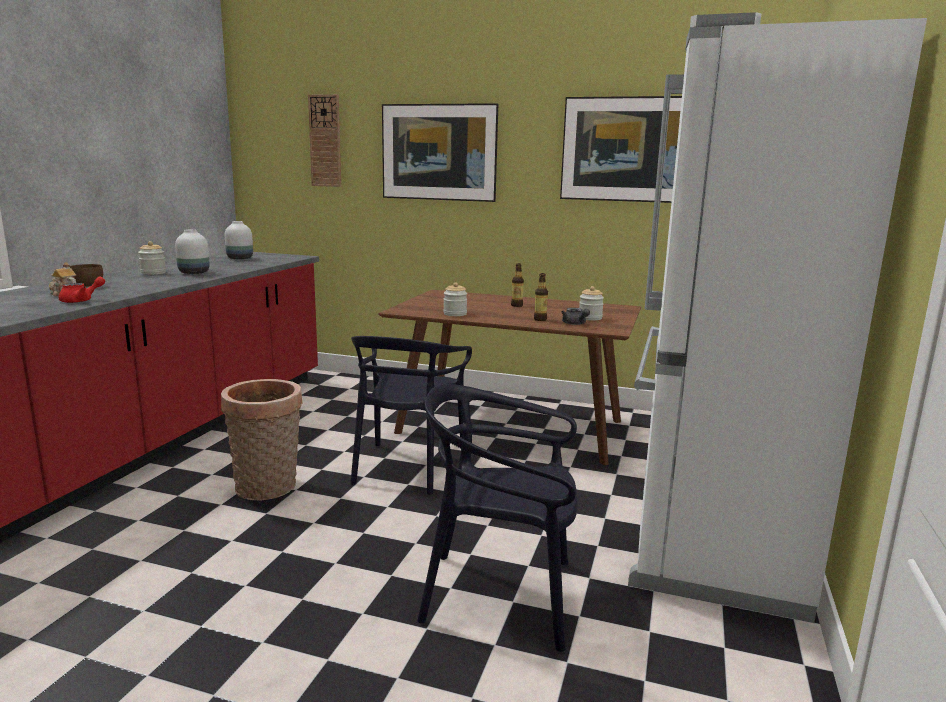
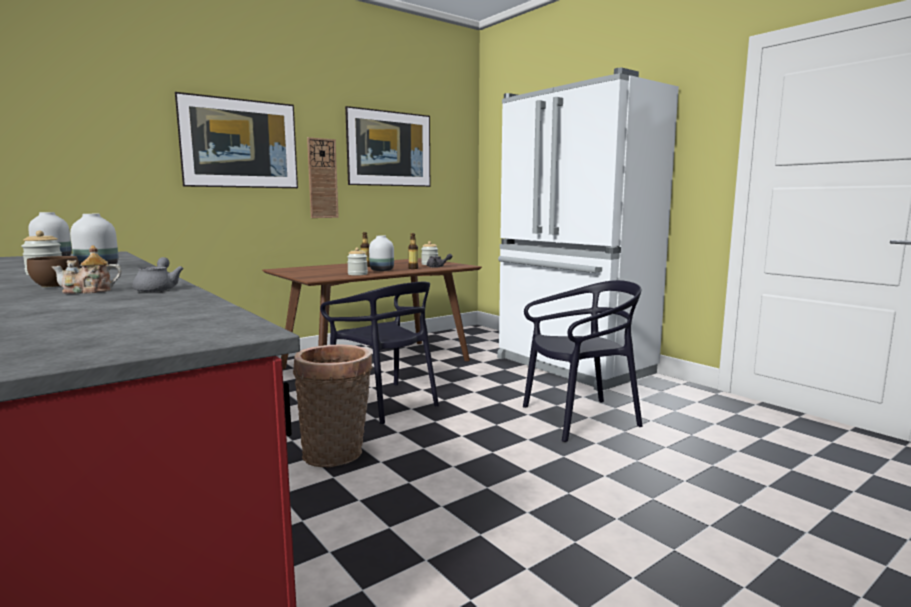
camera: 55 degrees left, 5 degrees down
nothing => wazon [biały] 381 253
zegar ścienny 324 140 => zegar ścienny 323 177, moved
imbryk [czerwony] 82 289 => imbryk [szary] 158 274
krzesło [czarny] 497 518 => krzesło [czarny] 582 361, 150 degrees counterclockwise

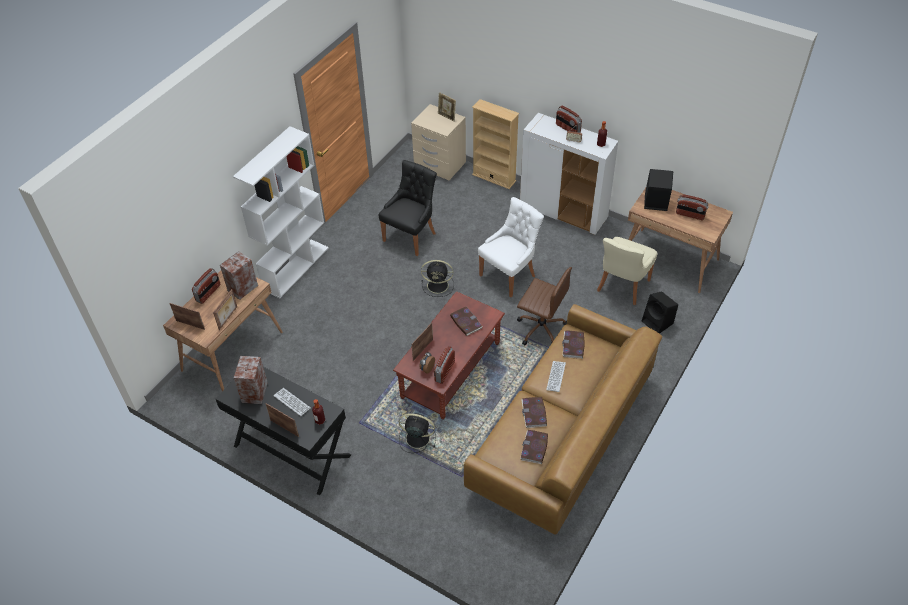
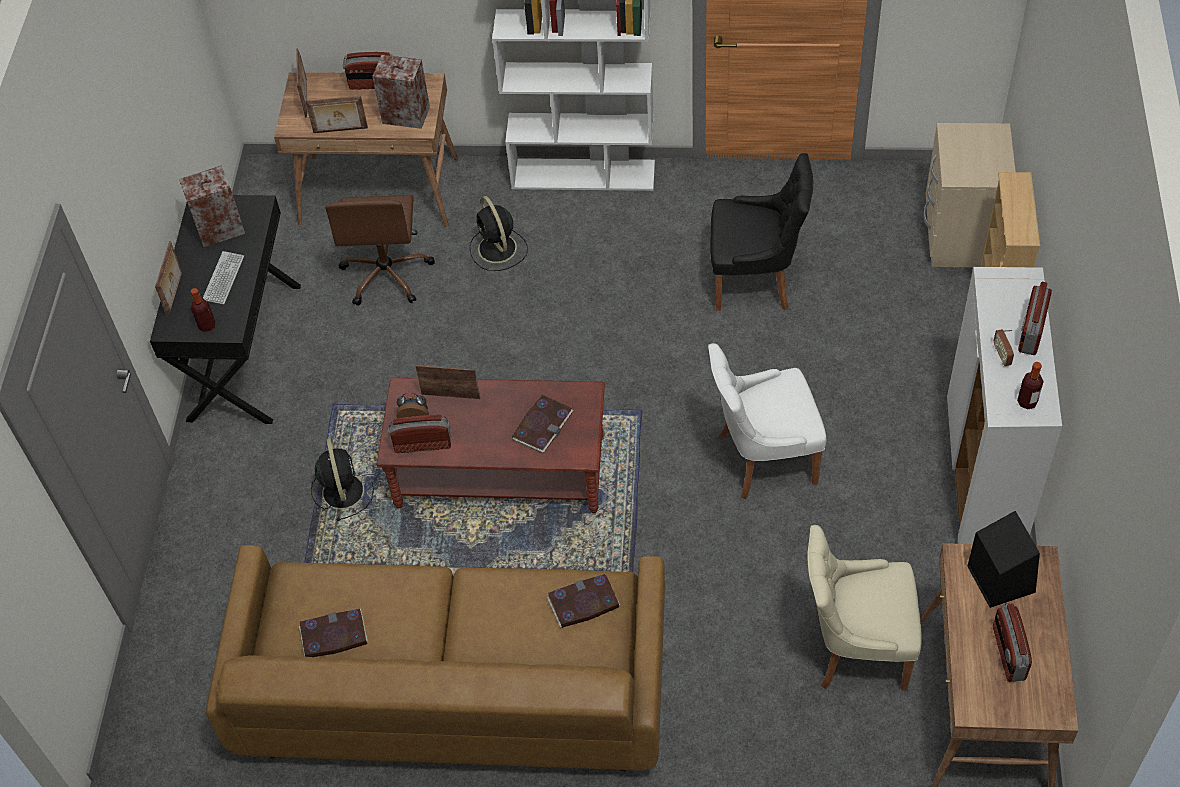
camera: 65 degrees right, 5 degrees up
ramka na zdjęcie 447 107 => nothing
książka 534 412 => nothing
klawiatura 556 376 => nothing
głośnik [czarny] 660 312 => nothing
wentylator [czarny] 437 278 => wentylator [czarny] 499 233, moved
krzesło biurowe [brązowy] 544 306 => krzesło biurowe [brązowy] 380 250, moved
krzesło [biały] 511 247 => krzesło [biały] 767 421, 150 degrees clockwise

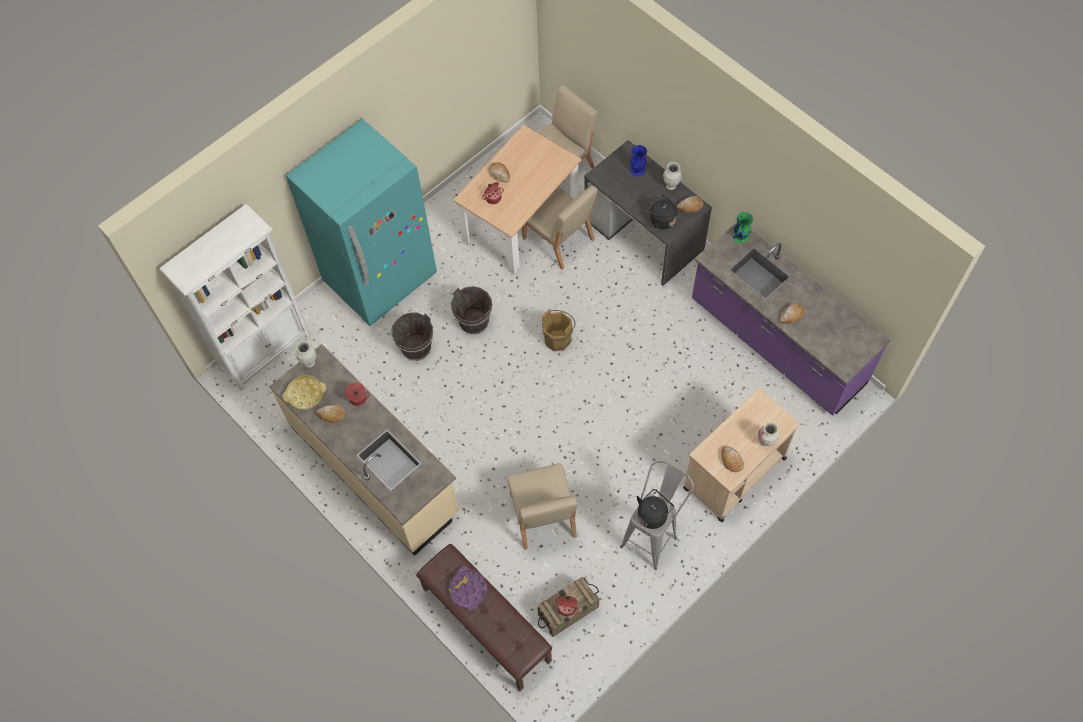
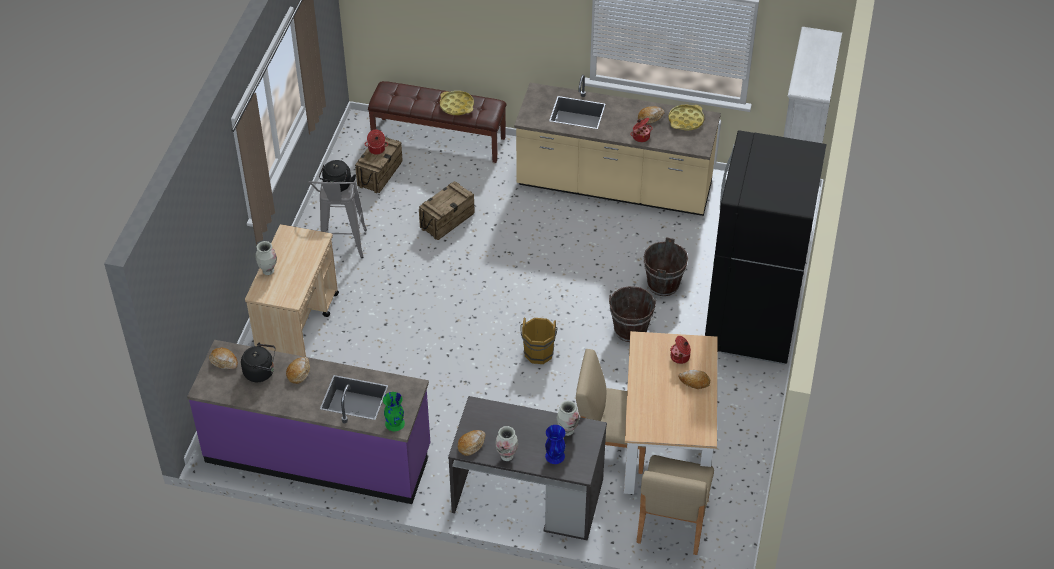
camera: 145 degrees right, 15 degrees down
wazon 306 354 => wazon 568 418, moved
czajnik [czarny] 661 211 => czajnik [czarny] 258 362, moved
chleb 732 459 => chleb 223 358, moved
krzesło [beżowy] 542 506 => skrzynka 447 210
lodówka [turkusowy] 361 222 => lodówka [czarny] 766 247
taca [fioletowy] 468 589 => taca [żółty] 457 103

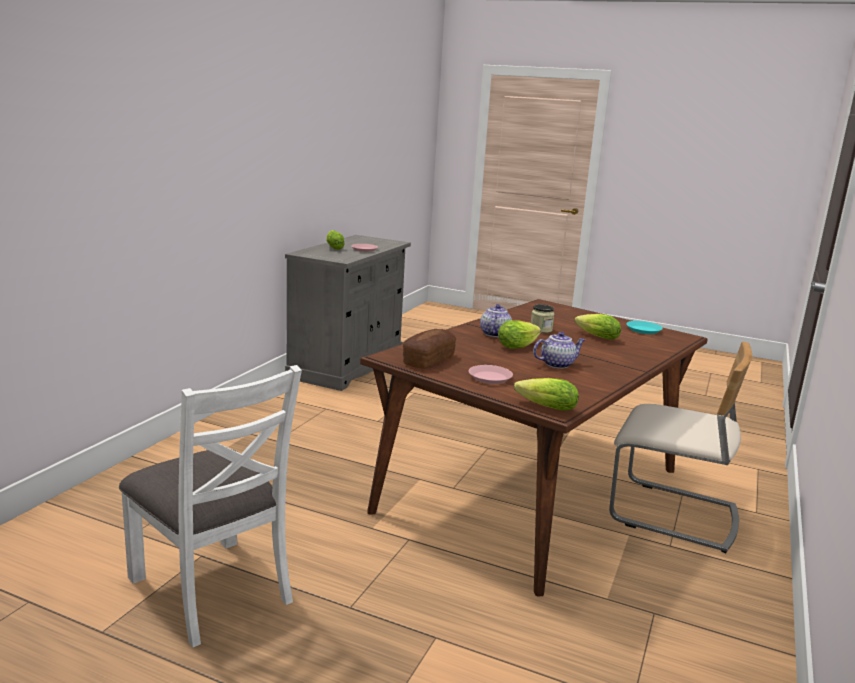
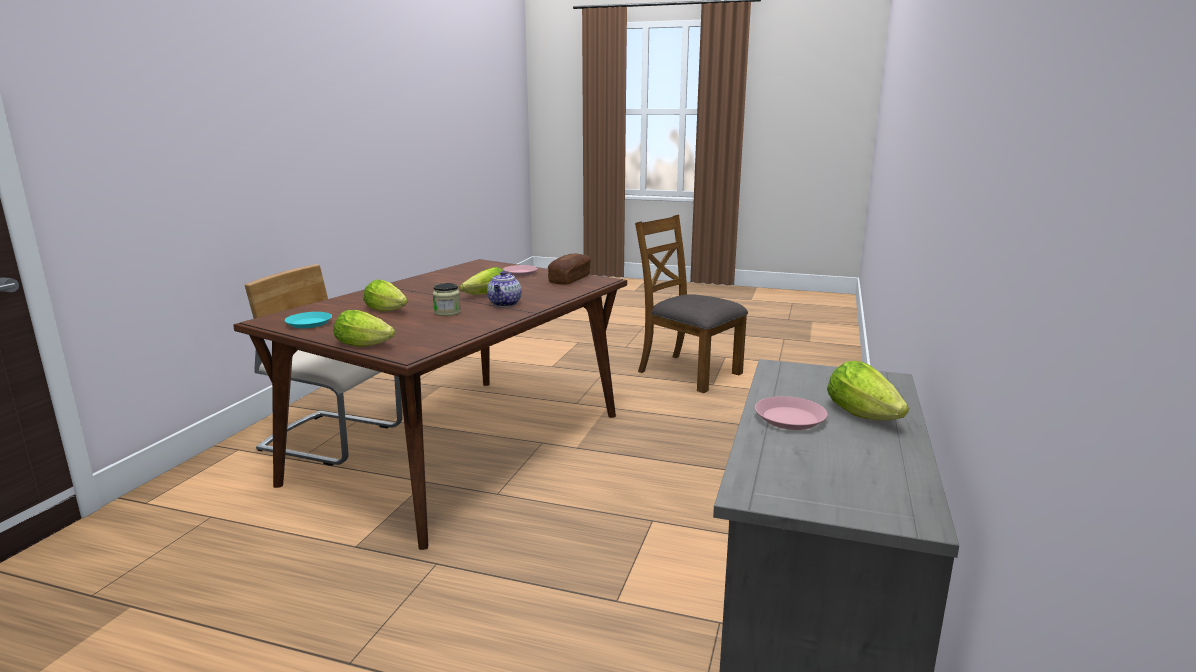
camera: 175 degrees right, 0 degrees up
imbryk 559 350 => nothing
sałata 546 394 => sałata 364 328, moved
krzesło [biały] 210 506 => krzesło [brązowy] 691 303

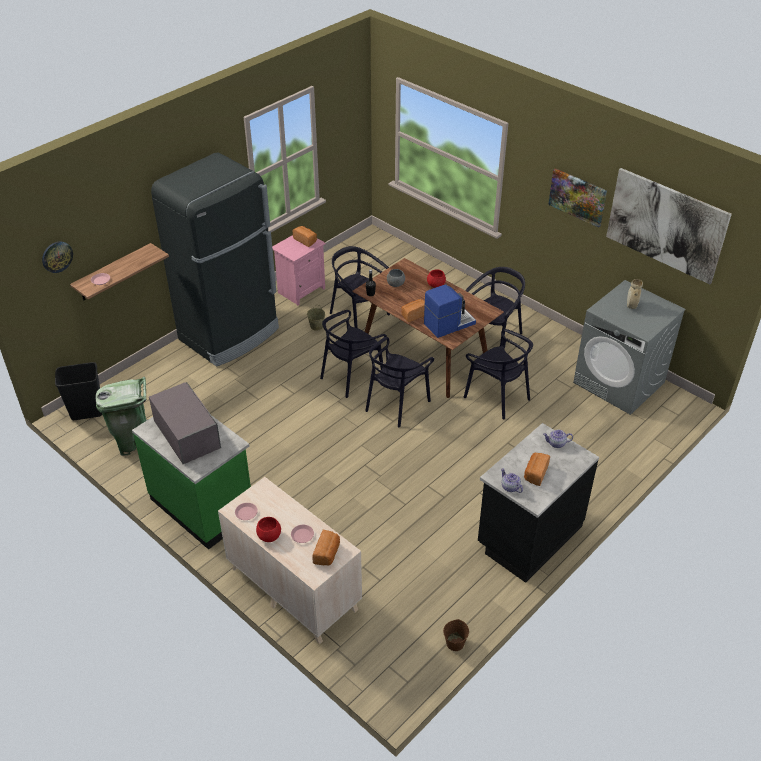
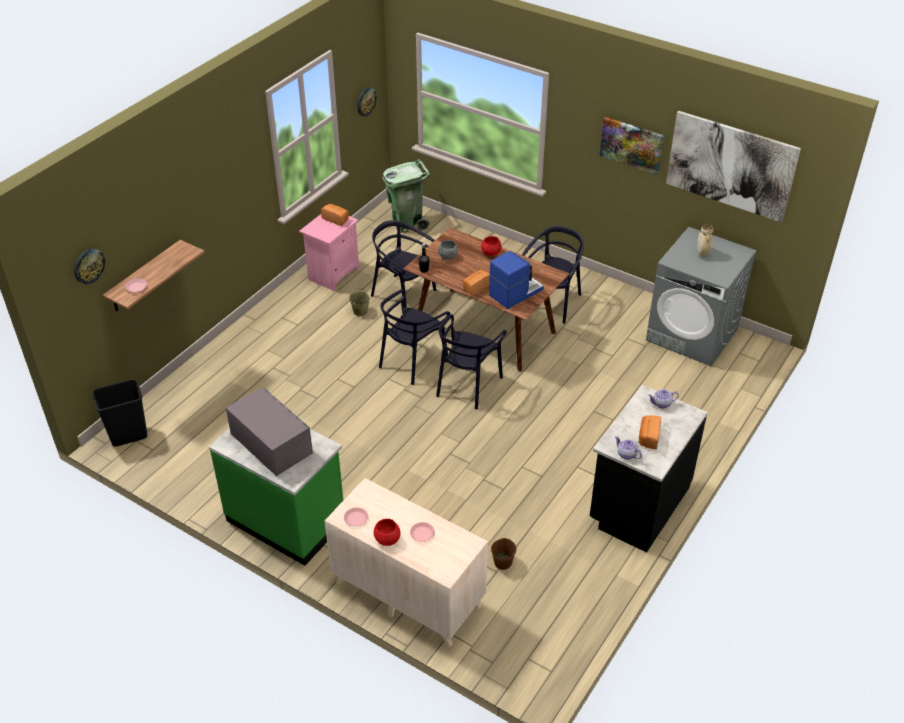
camera: 10 degrees left, 0 degrees up
lodówka [czarny] 215 259 => nothing
chleb 326 548 => nothing
krzesło [czarny] 498 374 => nothing
nothing => zegar ścienny 366 102
kosz na śmieci [zielony] 121 416 => kosz na śmieci [zielony] 406 196, moved
wiadro [brązowy] 456 635 => wiadro [brązowy] 504 554, moved

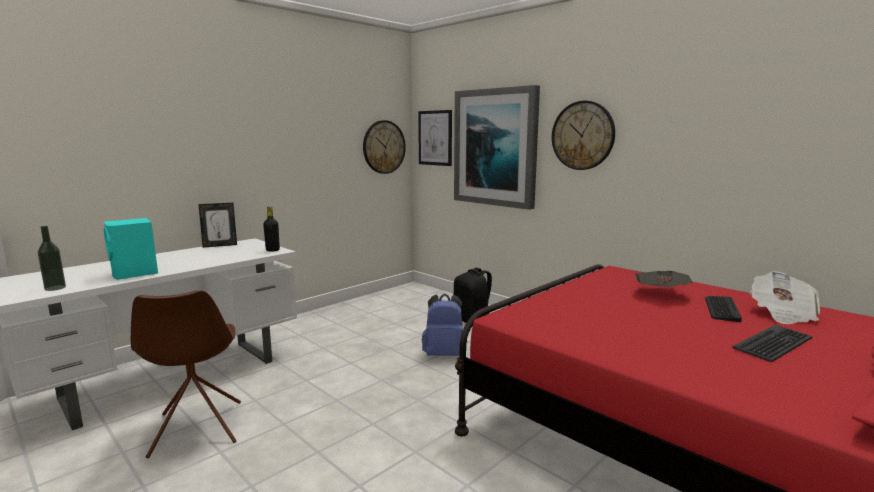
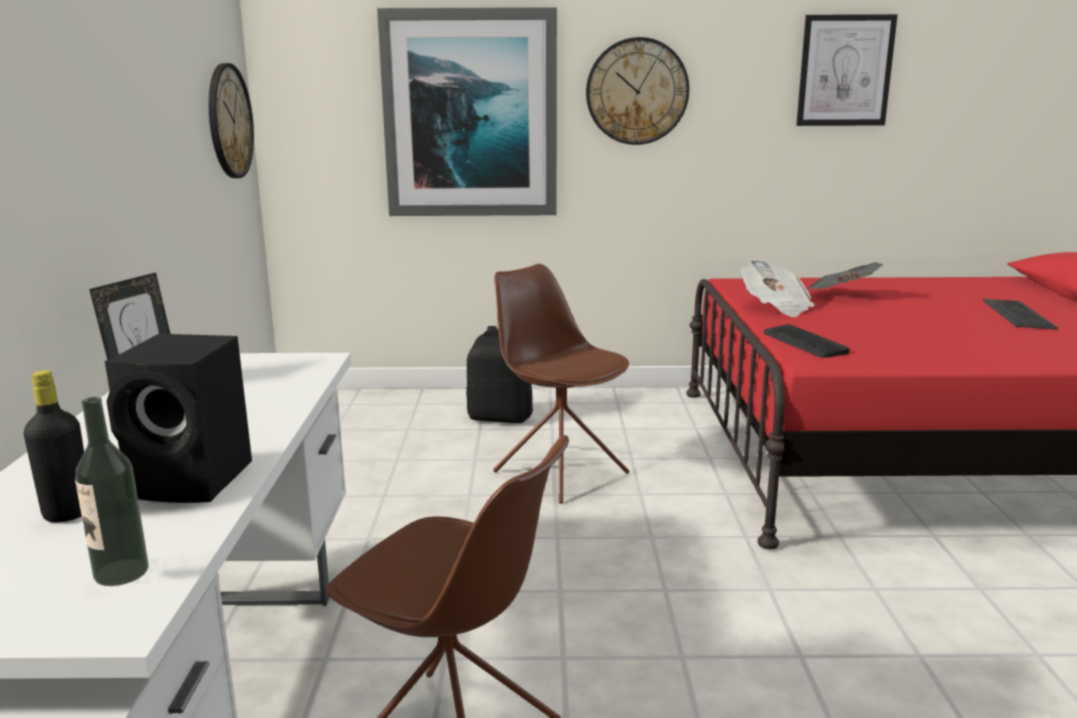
camera: 45 degrees left, 5 degrees up
butelka [czarny] 271 229 => butelka [czarny] 54 446, moved
obraz 435 138 => obraz 847 70, moved
klawiatura 723 309 => klawiatura 807 341, moved
gazeta 785 297 => gazeta 777 288, moved
plecak [niebieski] 444 325 => krzesło [brązowy] 561 384
głośnik [turkusowy] 131 249 => głośnik [czarny] 178 418

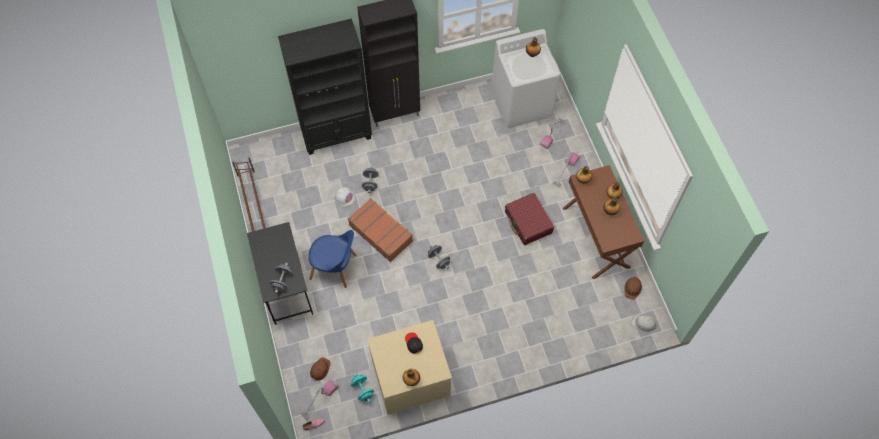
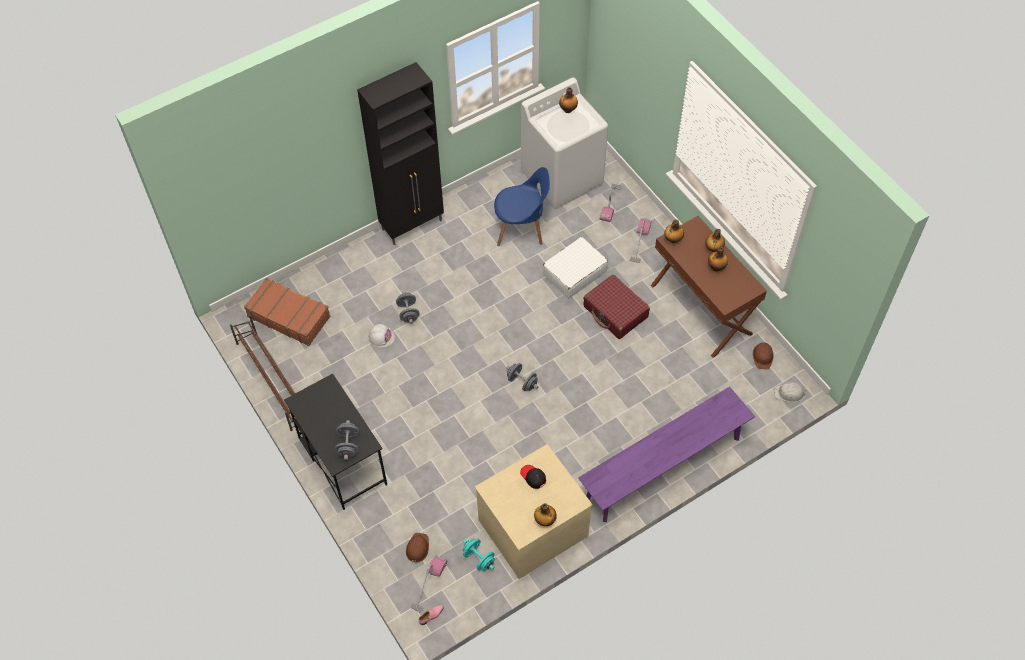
camera: 15 degrees left, 5 degrees down
regał [czarny] 325 87 => nothing
nothing => walizka [biały] 575 267
nothing => ławka [fioletowy] 666 454
krzesło [niebieski] 332 259 => krzesło [niebieski] 522 206, moved
walizka [brązowy] 380 230 => walizka [brązowy] 287 312, moved

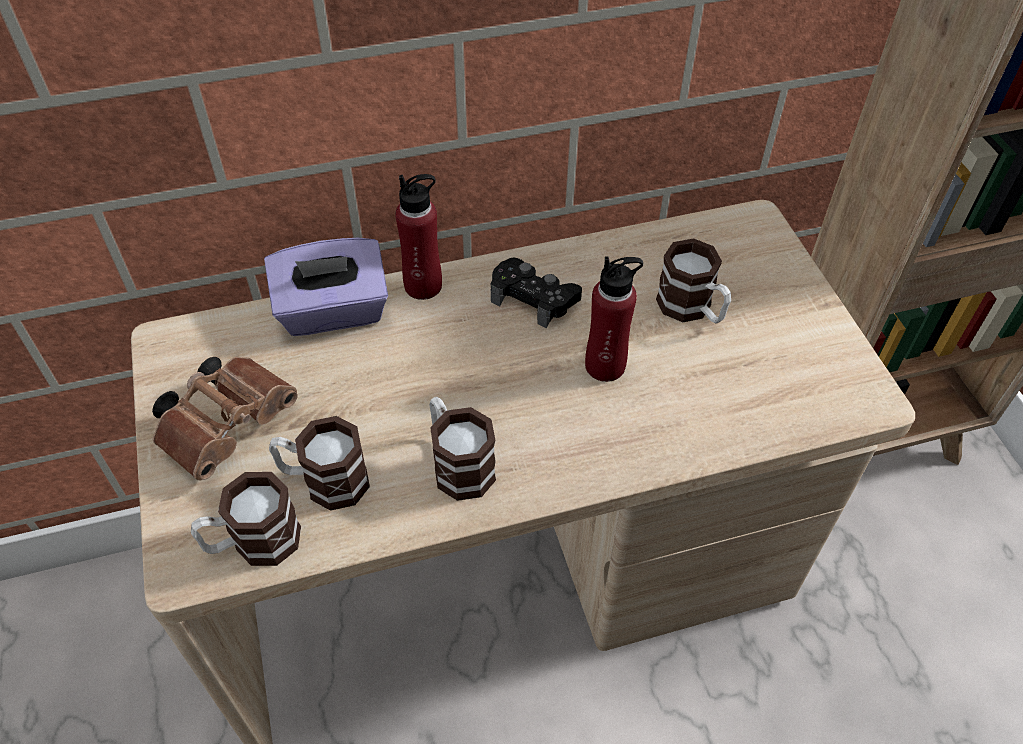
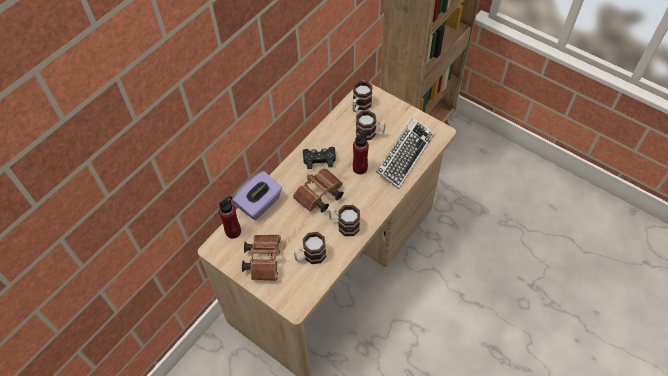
camera: 35 degrees left, 5 degrees up
nothing => lornetka [brązowy] 318 191
nothing => klawiatura 405 153
kubek 246 519 => kubek 362 96, moved
butelka [czerwony] 418 237 => butelka [czerwony] 230 217, moved

